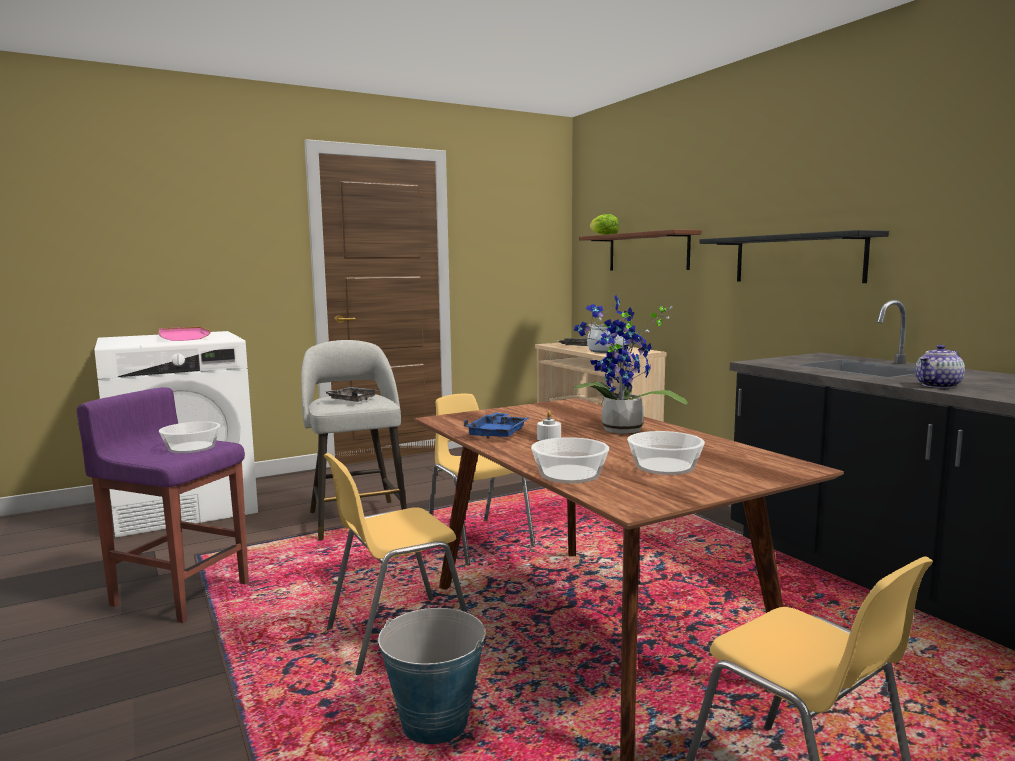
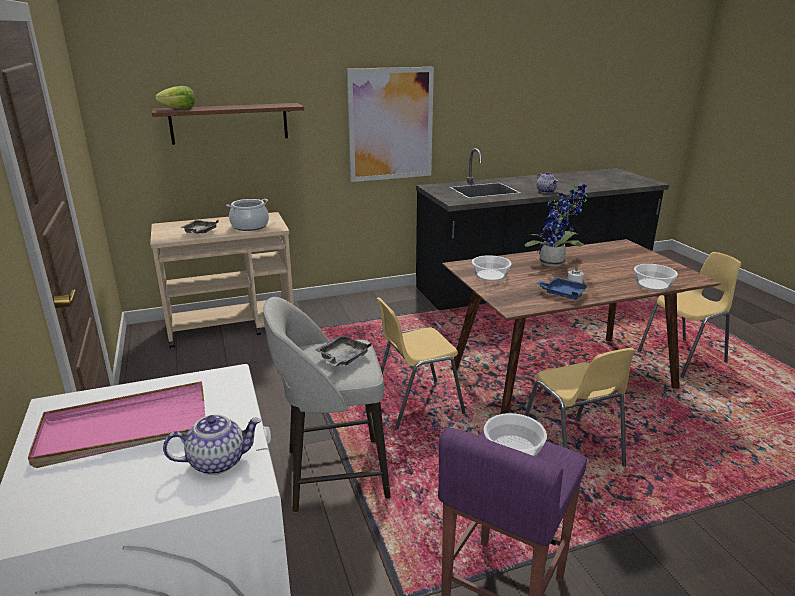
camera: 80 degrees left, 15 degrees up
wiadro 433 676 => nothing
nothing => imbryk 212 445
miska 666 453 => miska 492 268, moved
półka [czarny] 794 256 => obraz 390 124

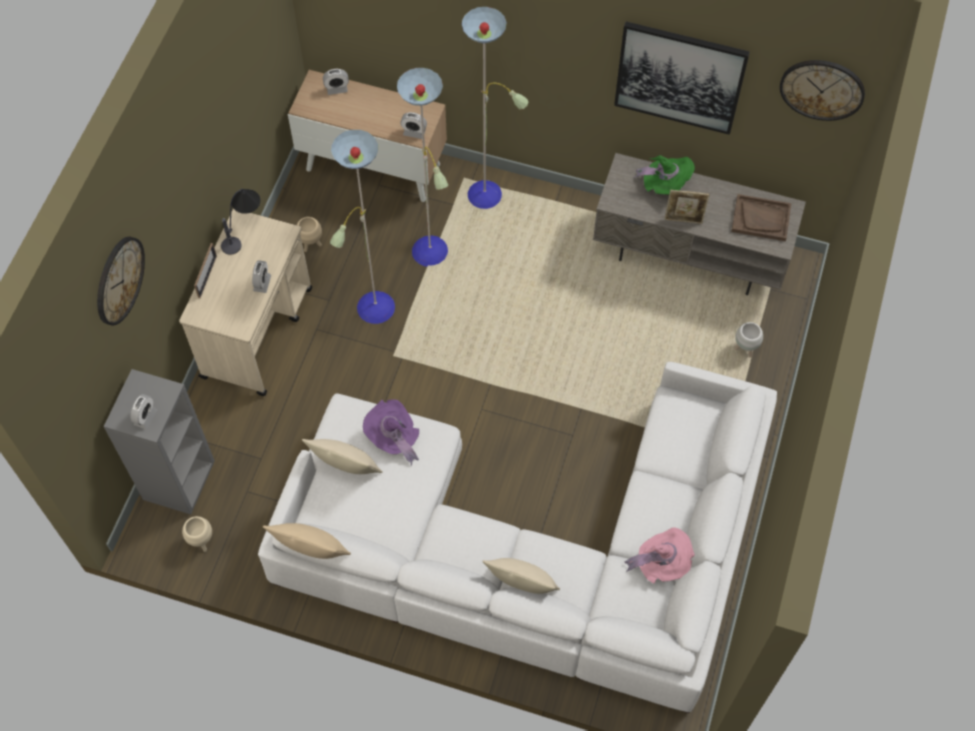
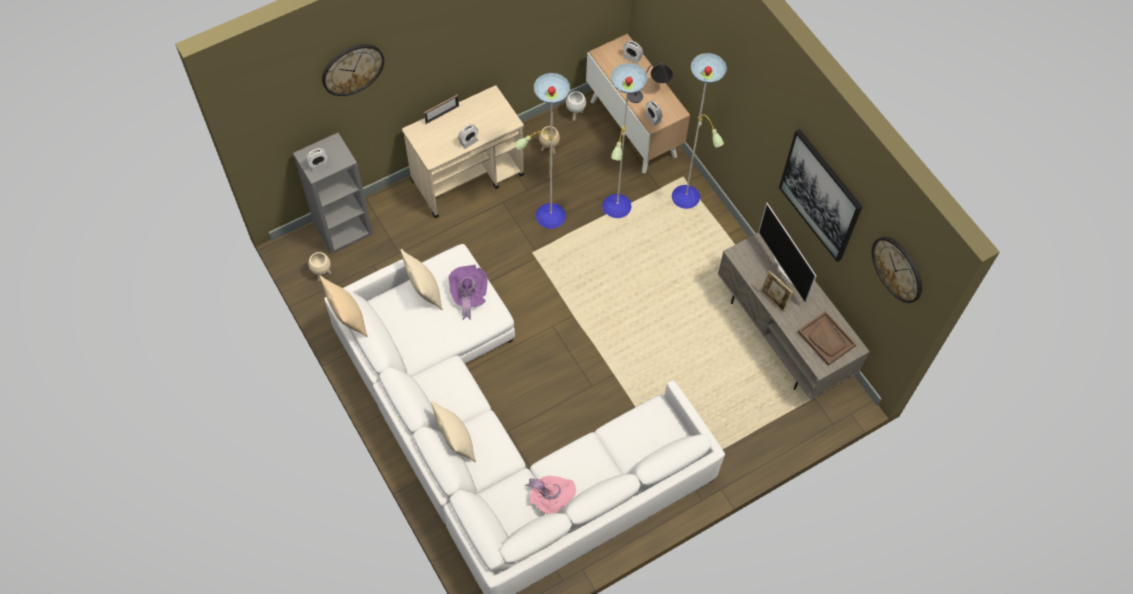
camera: 40 degrees right, 0 degrees up
lampa stołowa 240 222 => lampa stołowa 650 83, moved
donica [biały] 748 340 => donica [biały] 576 105, moved
kapelusz [zielony] 664 175 => telewizor 787 253

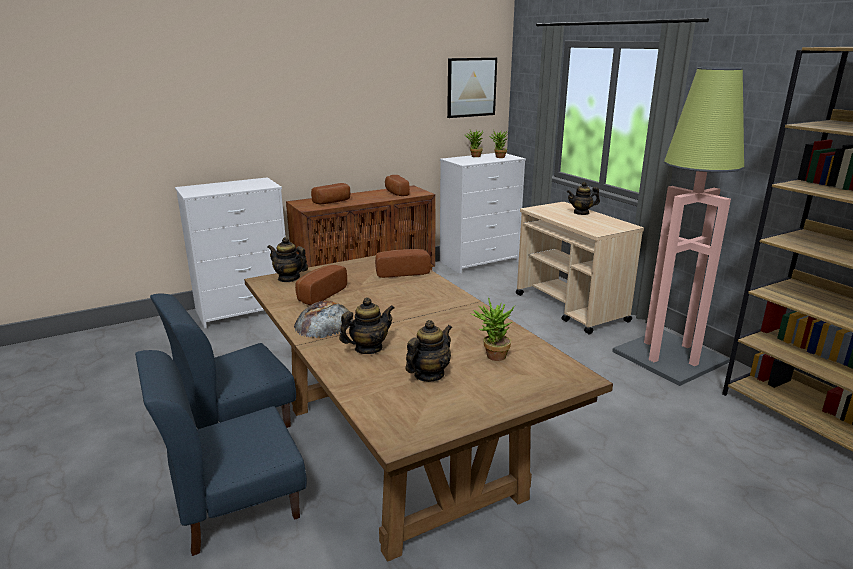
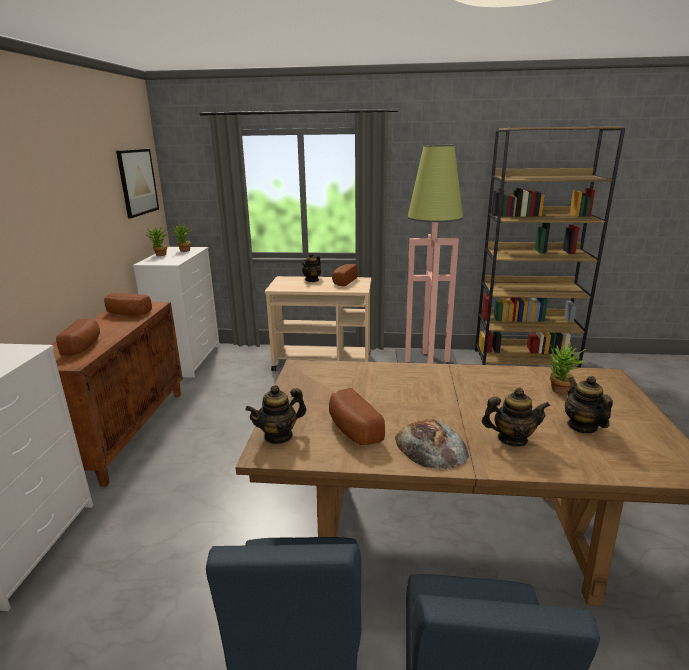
camera: 55 degrees left, 0 degrees up
chleb 403 263 => chleb 345 275, moved
imbryk 366 325 => imbryk 516 417, 90 degrees clockwise

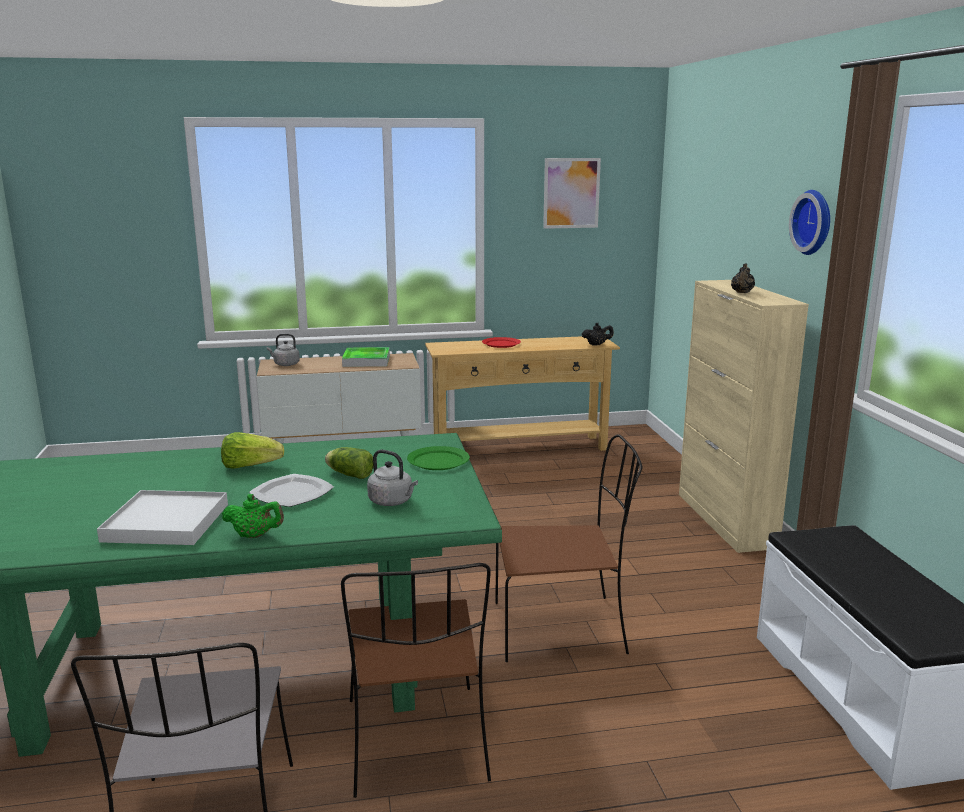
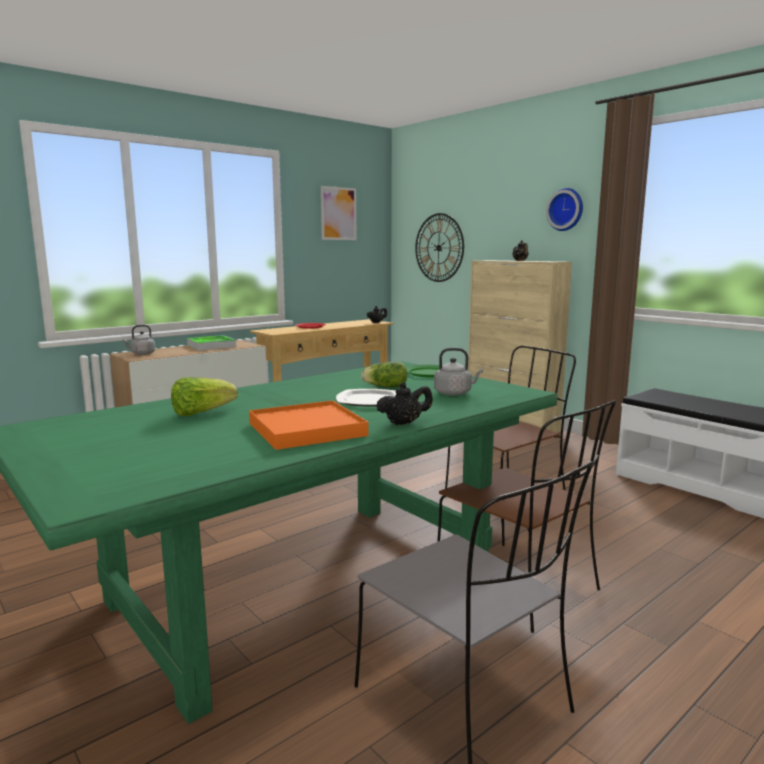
camera: 30 degrees left, 5 degrees down
nothing => zegar ścienny 439 247
sałata 252 450 => sałata 204 396, moved
taca [biały] 162 517 => taca [pomarańczowy] 309 425
imbryk [zielony] 253 516 => imbryk [czarny] 404 403

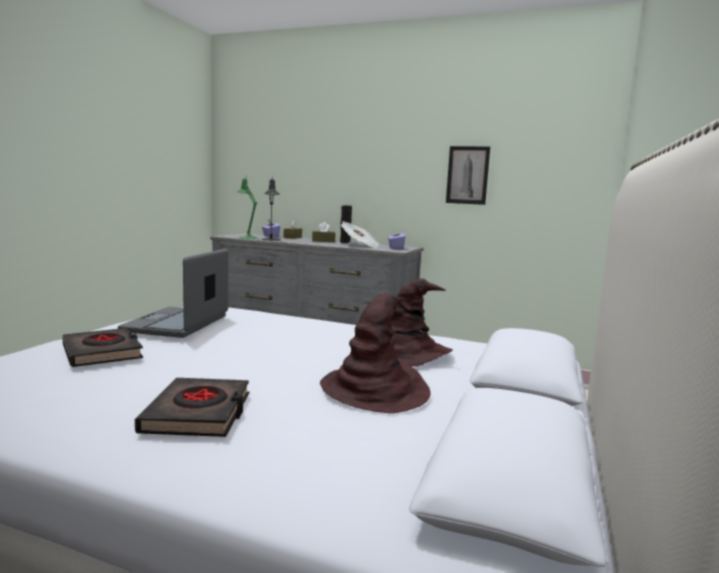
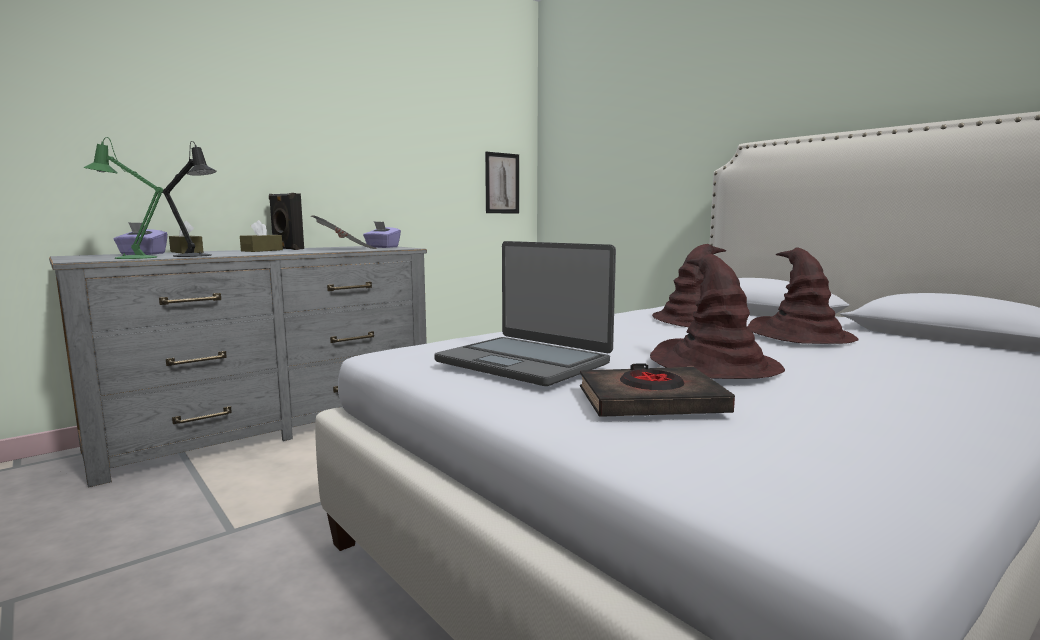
camera: 60 degrees left, 0 degrees up
książka [czarny] 192 407 => nothing
nothing => kapelusz [brązowy] 717 316
obraz 468 175 => obraz 502 182, moved

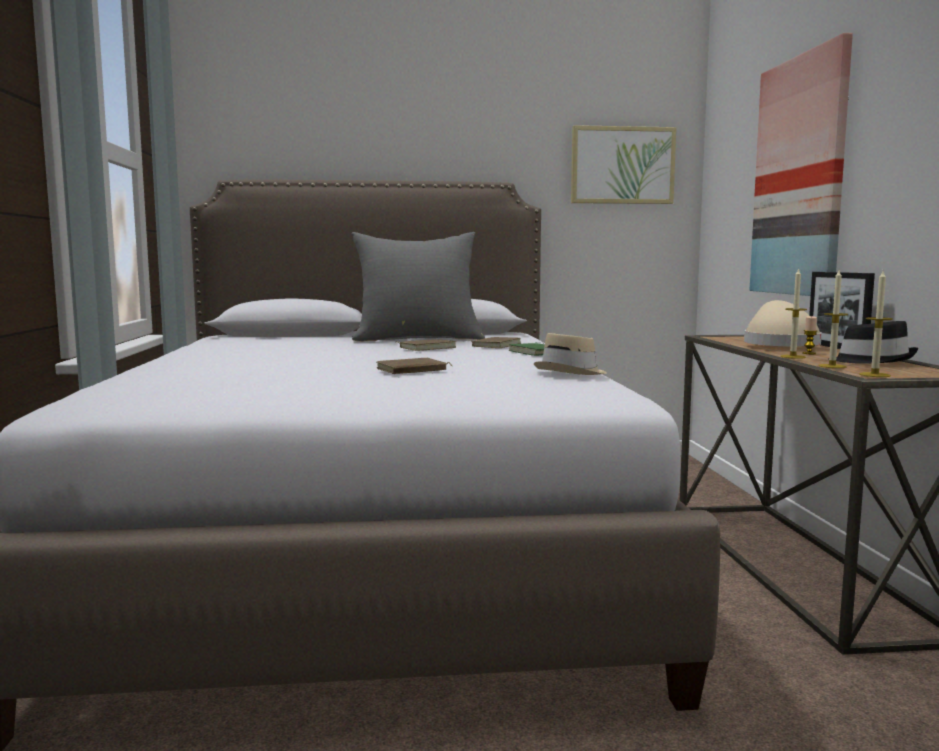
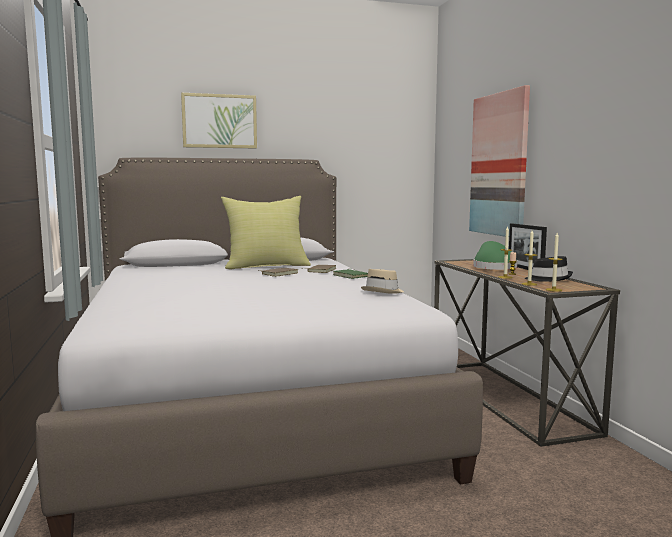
camera: 10 degrees left, 0 degrees up
książka [brązowy] 414 366 => nothing
obraz 623 164 => obraz 219 121, moved
poduszka [szary] 418 287 => poduszka [żółty] 266 233
kapelusz [beżowy] 783 323 => kapelusz [zielony] 495 255

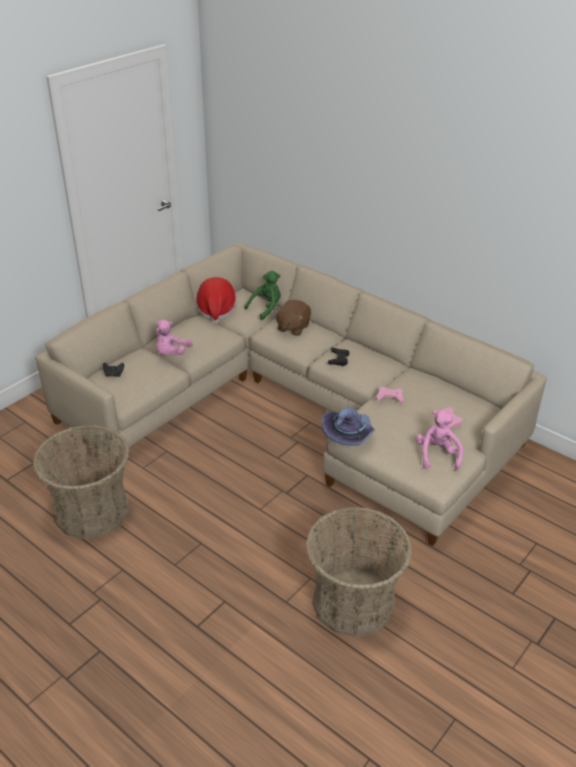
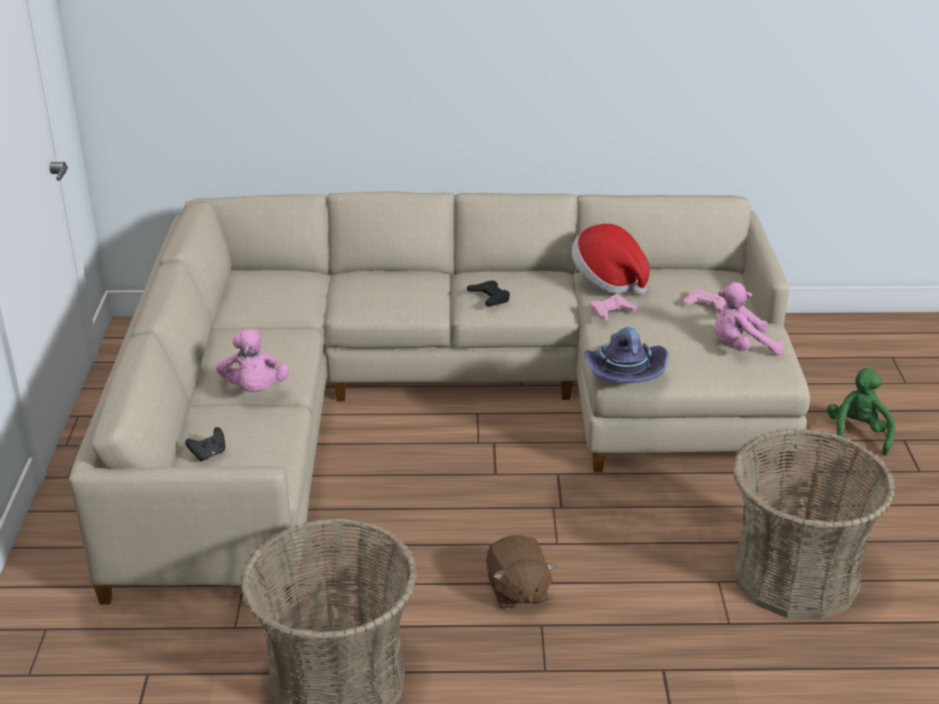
camera: 40 degrees left, 5 degrees down
kapelusz 216 300 => kapelusz 611 259, moved
pluszak [zielony] 262 295 => pluszak [zielony] 861 411, moved
pluszak [brązowy] 293 318 => pluszak [brązowy] 521 572, moved
pluszak [różowy] 439 440 => pluszak [różowy] 748 318, 60 degrees counterclockwise

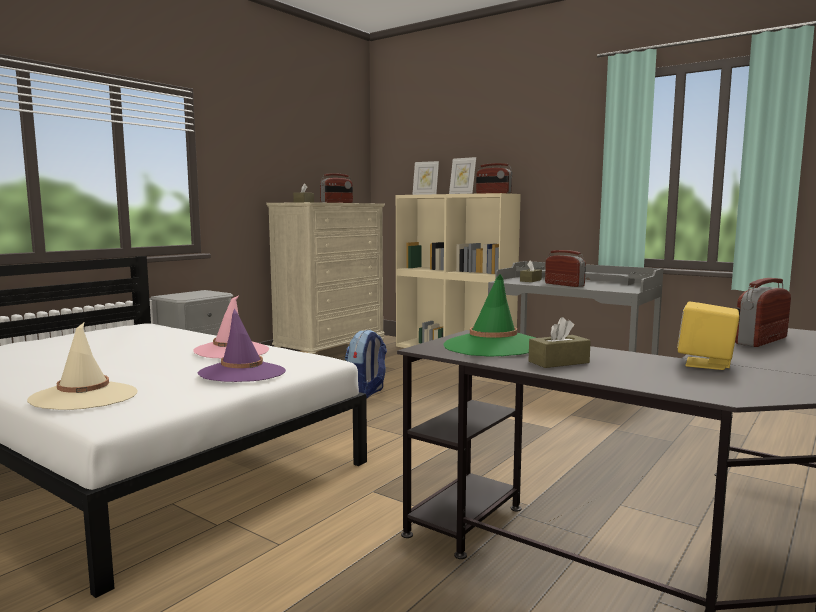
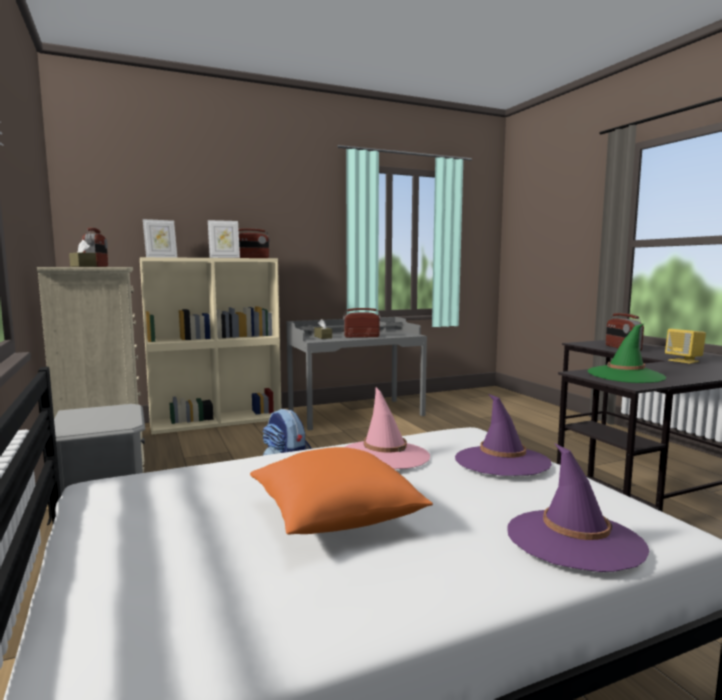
camera: 60 degrees left, 0 degrees up
pudełko chusteczek [brązowy] 560 342 => nothing
nothing => poduszka [pomarańczowy] 341 490
kapelusz [beżowy] 82 366 => kapelusz [fioletowy] 578 507

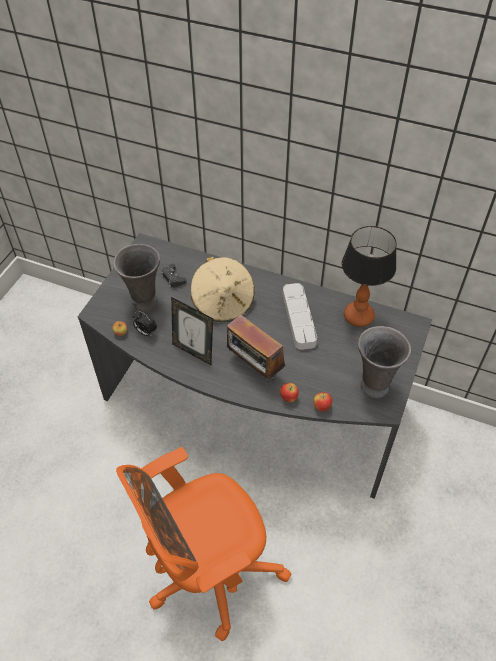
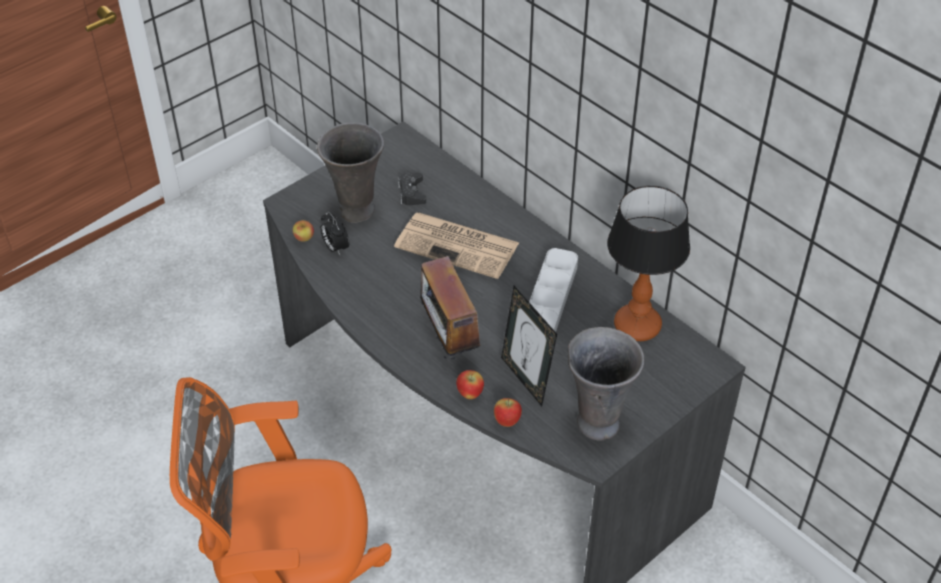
camera: 25 degrees right, 5 degrees down
ramka na zdjęcie 192 331 => ramka na zdjęcie 529 346, moved
kapelusz [beżowy] 223 289 => gazeta 456 246

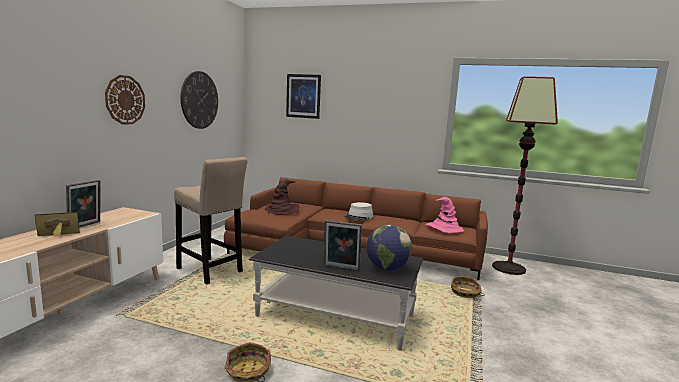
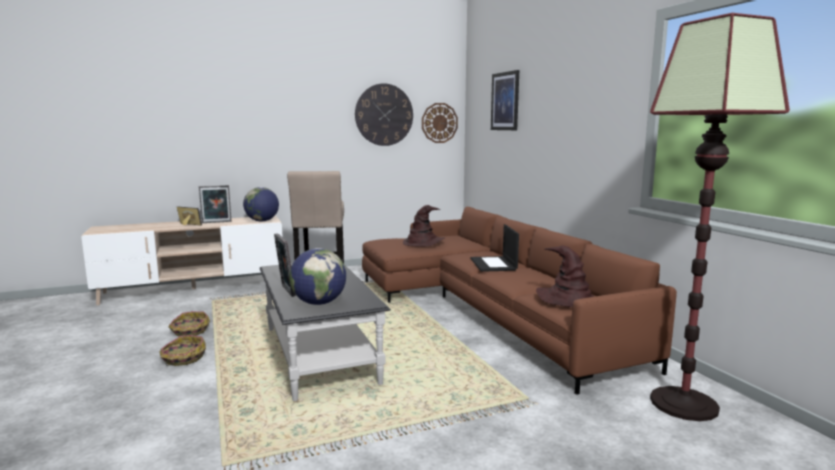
camera: 50 degrees right, 0 degrees up
nothing => globus 261 204
zegar ścienny 125 100 => zegar ścienny 440 123, moved
koszyk 468 287 => koszyk 189 323, moved
kapelusz [szary] 358 211 => laptop 494 248
kapelusz [różowy] 445 215 => kapelusz [brązowy] 565 276

